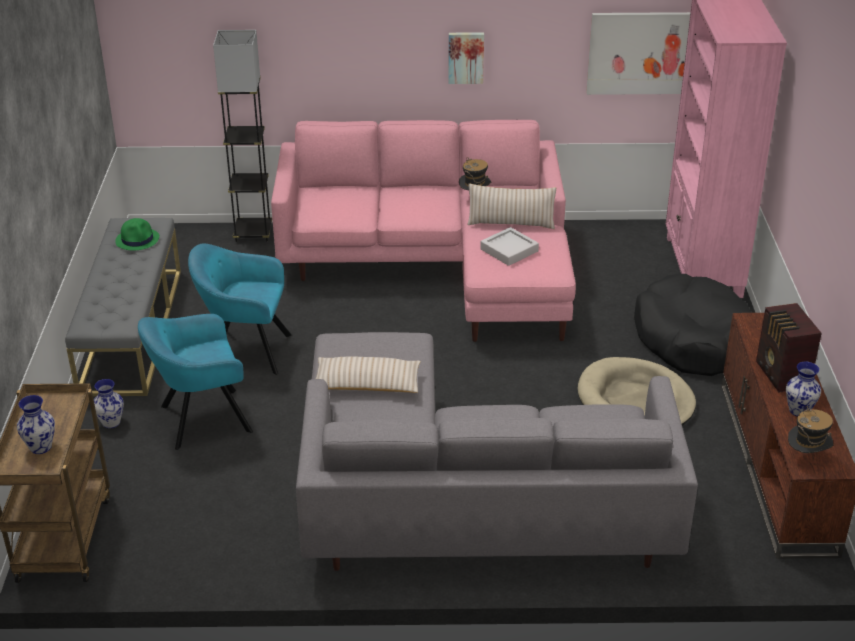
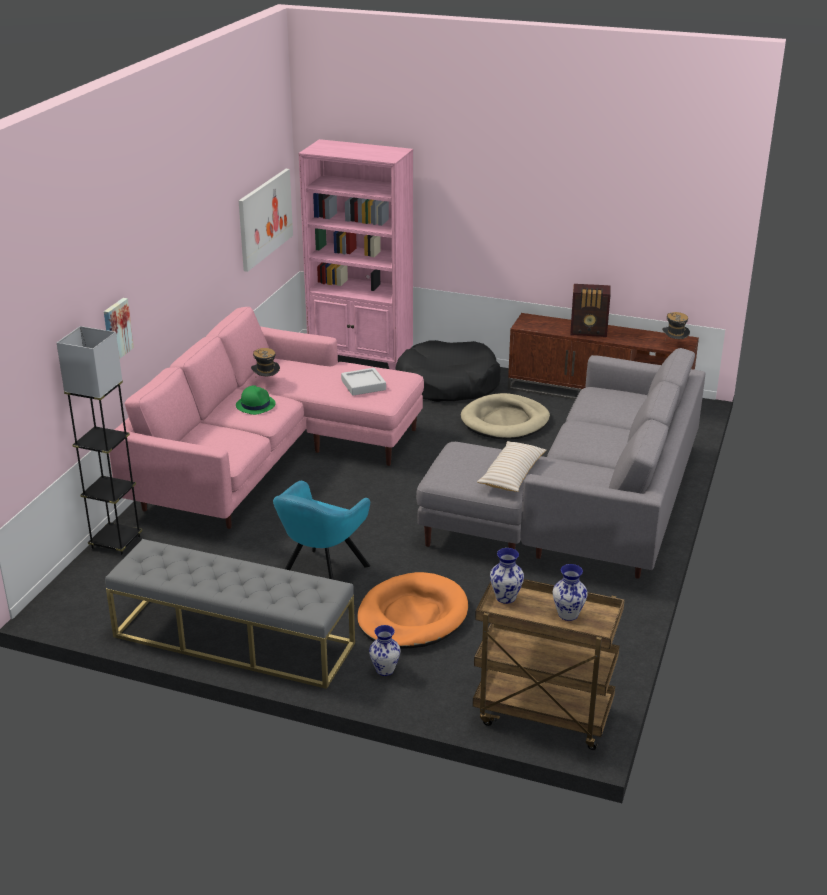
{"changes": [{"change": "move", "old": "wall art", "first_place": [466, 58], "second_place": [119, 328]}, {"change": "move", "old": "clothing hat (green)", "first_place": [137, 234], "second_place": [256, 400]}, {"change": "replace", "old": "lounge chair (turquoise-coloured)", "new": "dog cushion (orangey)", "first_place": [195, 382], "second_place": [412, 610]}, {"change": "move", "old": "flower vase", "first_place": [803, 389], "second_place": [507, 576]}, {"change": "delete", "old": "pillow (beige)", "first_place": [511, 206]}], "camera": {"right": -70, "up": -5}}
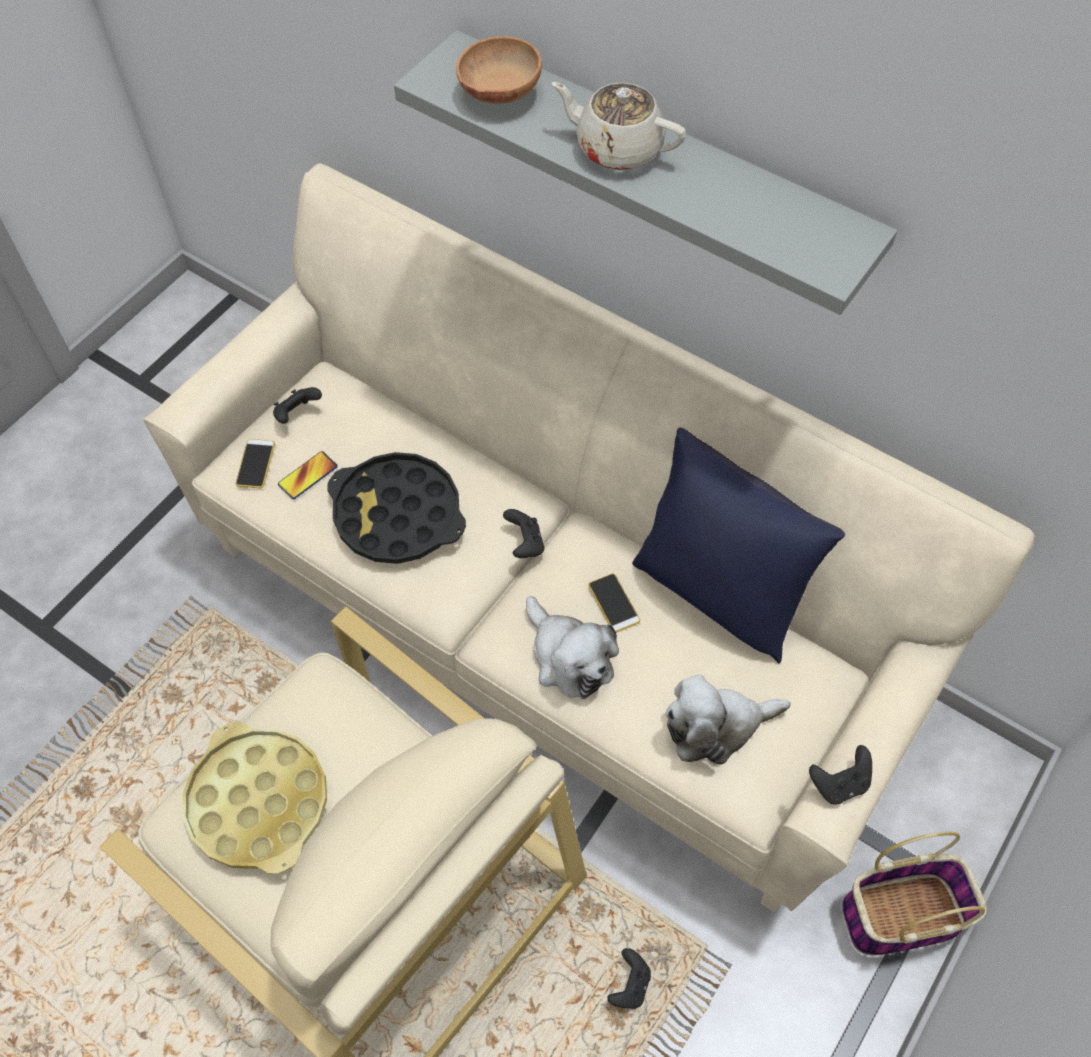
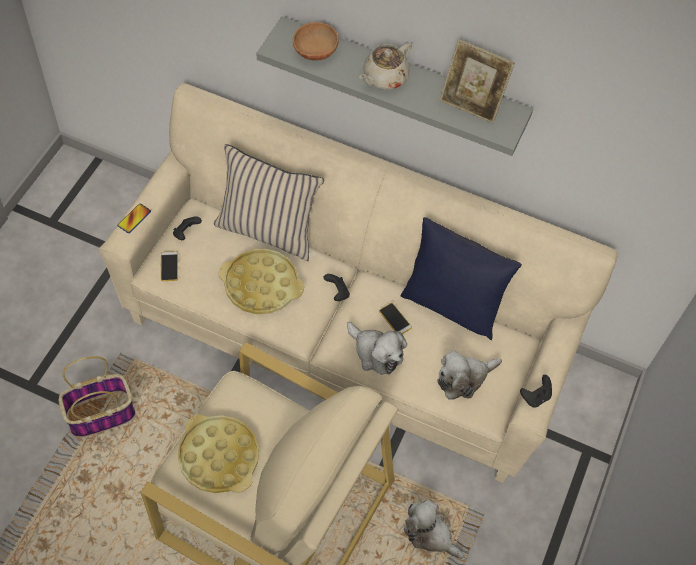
{"changes": [{"change": "move", "old": "household basket", "first_place": [914, 893], "second_place": [97, 396]}, {"change": "move", "old": "handset", "first_place": [308, 475], "second_place": [134, 218]}, {"change": "insert", "new": "pillow (beige)", "second_place": [269, 202]}, {"change": "recolor", "old": "tray (blackish)", "new": "tray (yellowish)", "first_place": [396, 508], "second_place": [261, 281]}, {"change": "rotate", "old": "teapot (beige)", "first_place": [619, 126], "second_place": [385, 66], "degrees": -60}, {"change": "replace", "old": "game controller (blackish)", "new": "soft toy", "first_place": [629, 978], "second_place": [434, 529]}, {"change": "insert", "new": "photo frame", "second_place": [477, 81]}], "camera": {"right": -15, "up": 0}}
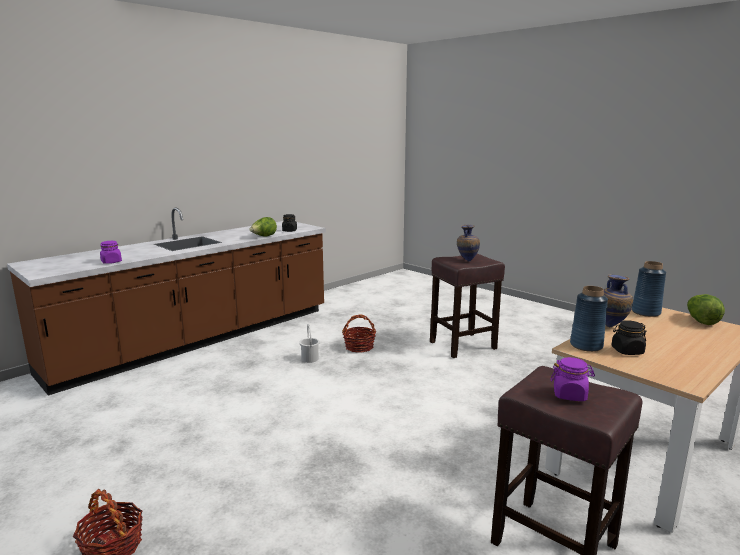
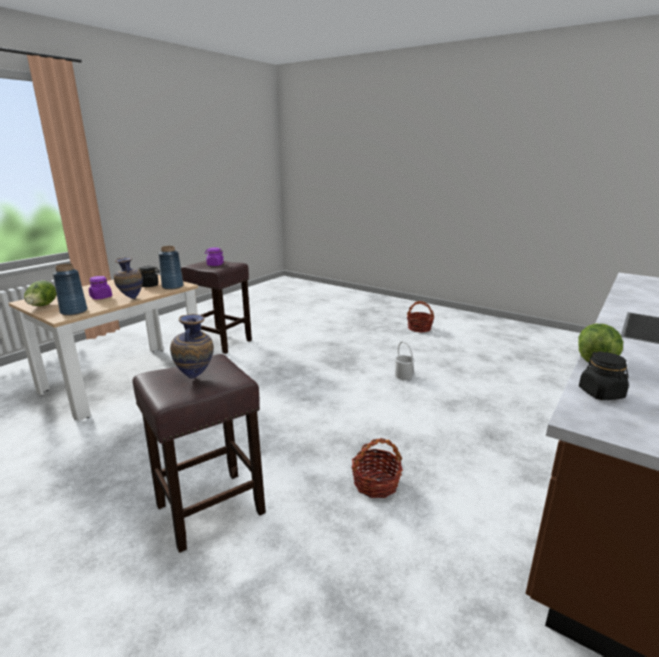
{"changes": [{"change": "move", "old": "jar (purplish)", "first_place": [111, 252], "second_place": [100, 287]}, {"change": "move", "old": "bucket (whitish)", "first_place": [309, 343], "second_place": [404, 360]}], "camera": {"right": 170, "up": 5}}
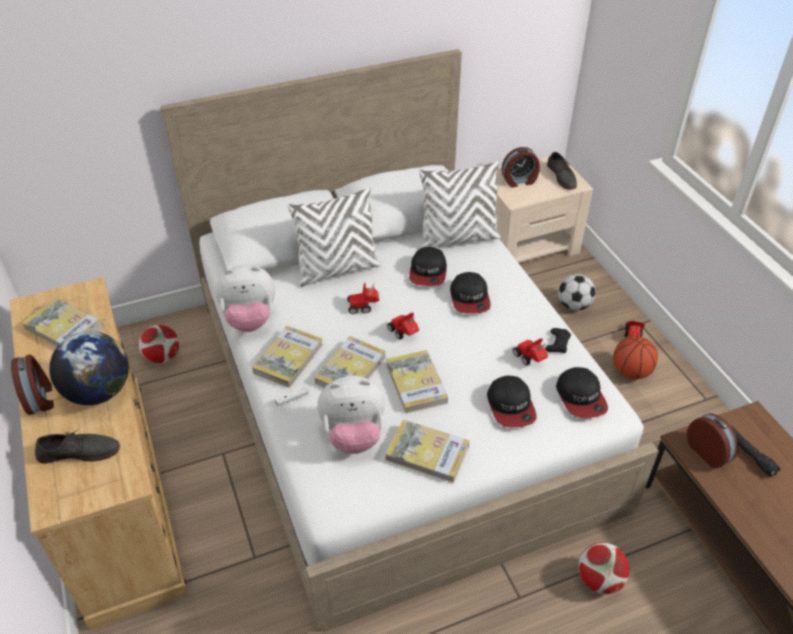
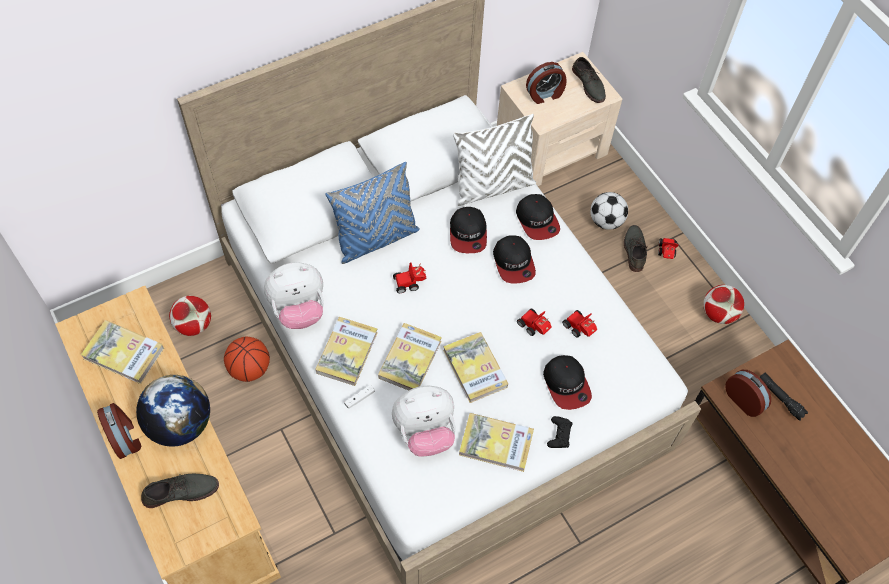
{"changes": [{"change": "move", "old": "basketball", "first_place": [635, 357], "second_place": [247, 359]}, {"change": "recolor", "old": "pillow (whitish)", "new": "pillow (blue-coloured)", "first_place": [334, 237], "second_place": [372, 213]}, {"change": "move", "old": "cap", "first_place": [582, 392], "second_place": [538, 217]}, {"change": "move", "old": "toy car", "first_place": [403, 326], "second_place": [534, 322]}, {"change": "move", "old": "game controller (blackish)", "first_place": [558, 340], "second_place": [559, 432]}, {"change": "insert", "new": "low shoe (gray)", "second_place": [635, 248]}, {"change": "move", "old": "ball for football", "first_place": [604, 568], "second_place": [723, 304]}], "camera": {"right": -10, "up": 15}}
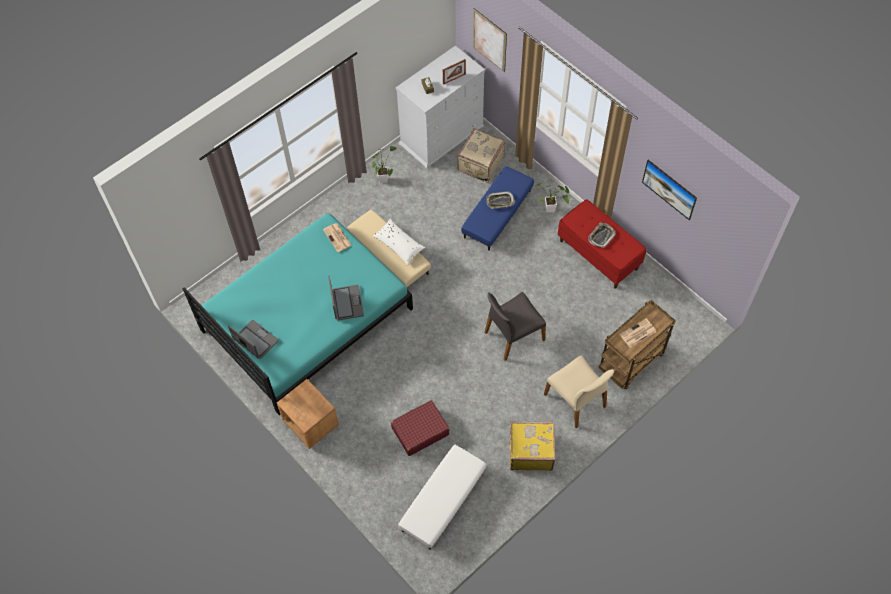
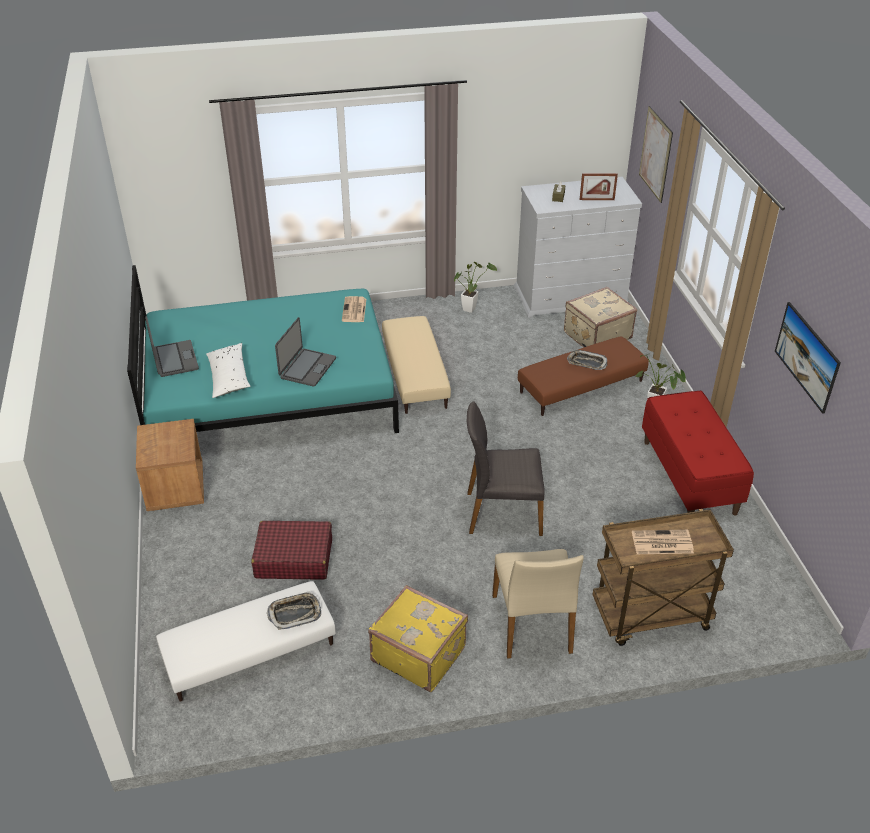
{"changes": [{"change": "move", "old": "pillow (whitish)", "first_place": [399, 242], "second_place": [228, 370]}, {"change": "move", "old": "tray", "first_place": [602, 235], "second_place": [294, 610]}, {"change": "recolor", "old": "footrest (blue-coloured)", "new": "footrest (brown-coloured)", "first_place": [497, 208], "second_place": [583, 376]}], "camera": {"right": 30, "up": -20}}
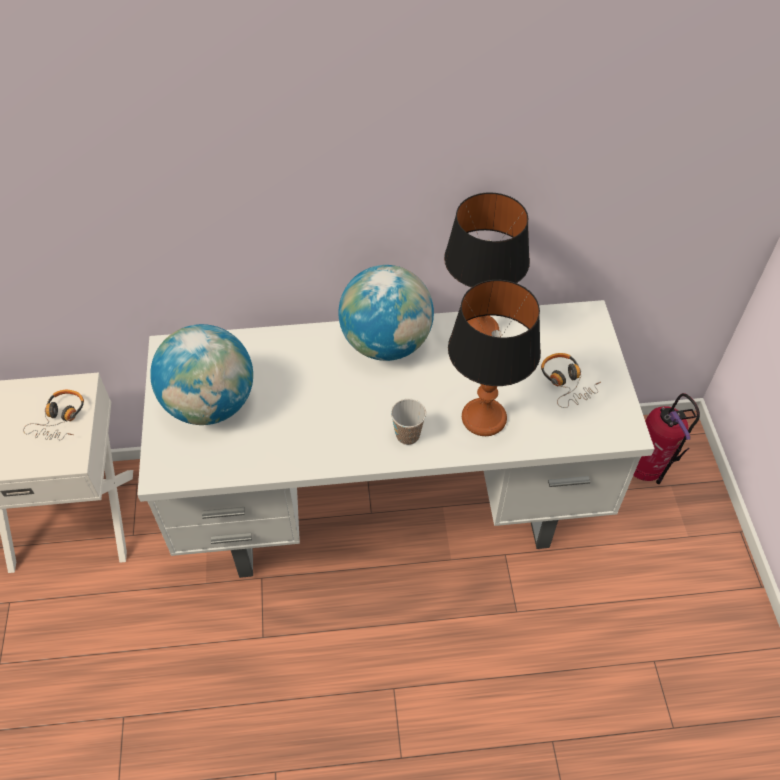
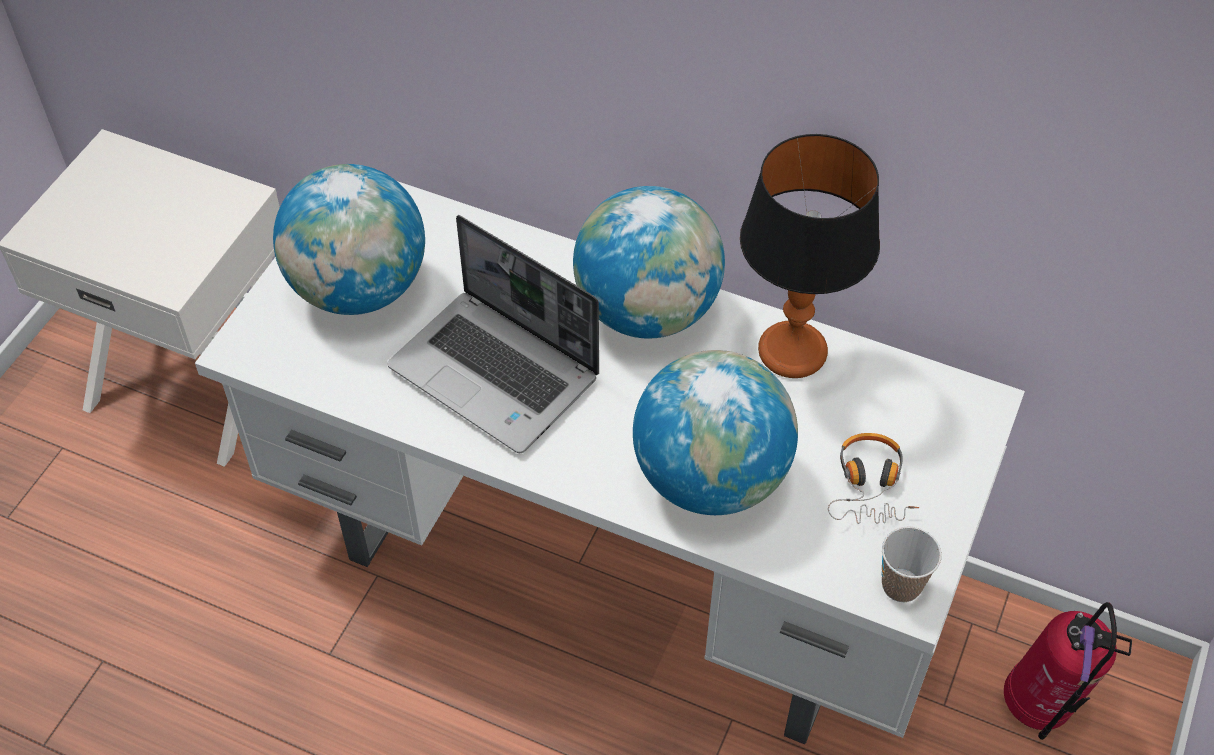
{"changes": [{"change": "insert", "new": "laptop", "second_place": [493, 334]}, {"change": "replace", "old": "tabletop lamp", "new": "world globe", "first_place": [494, 358], "second_place": [715, 432]}, {"change": "move", "old": "drinking cup", "first_place": [408, 422], "second_place": [911, 564]}, {"change": "delete", "old": "headphones", "first_place": [53, 415]}], "camera": {"right": 30, "up": 0}}
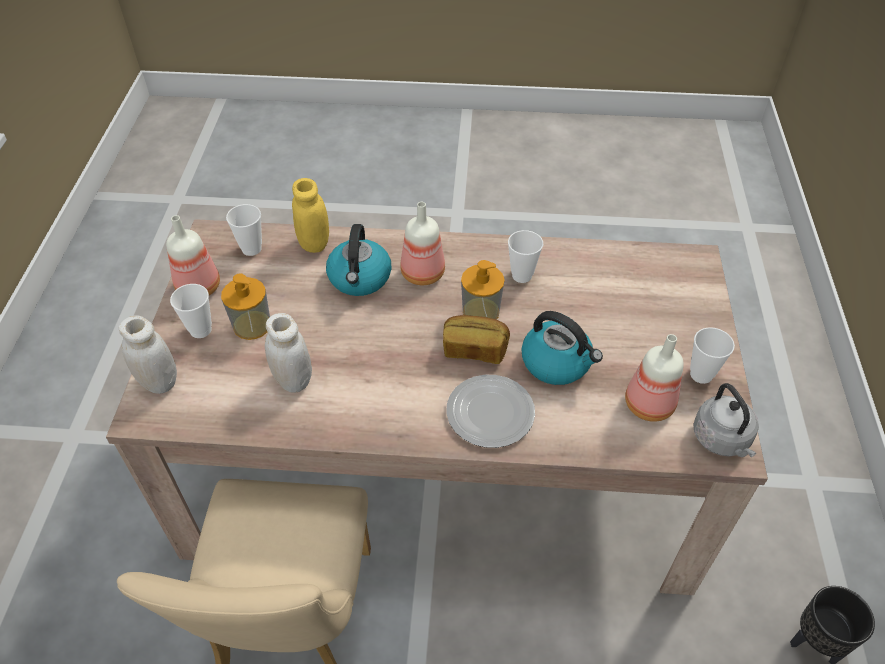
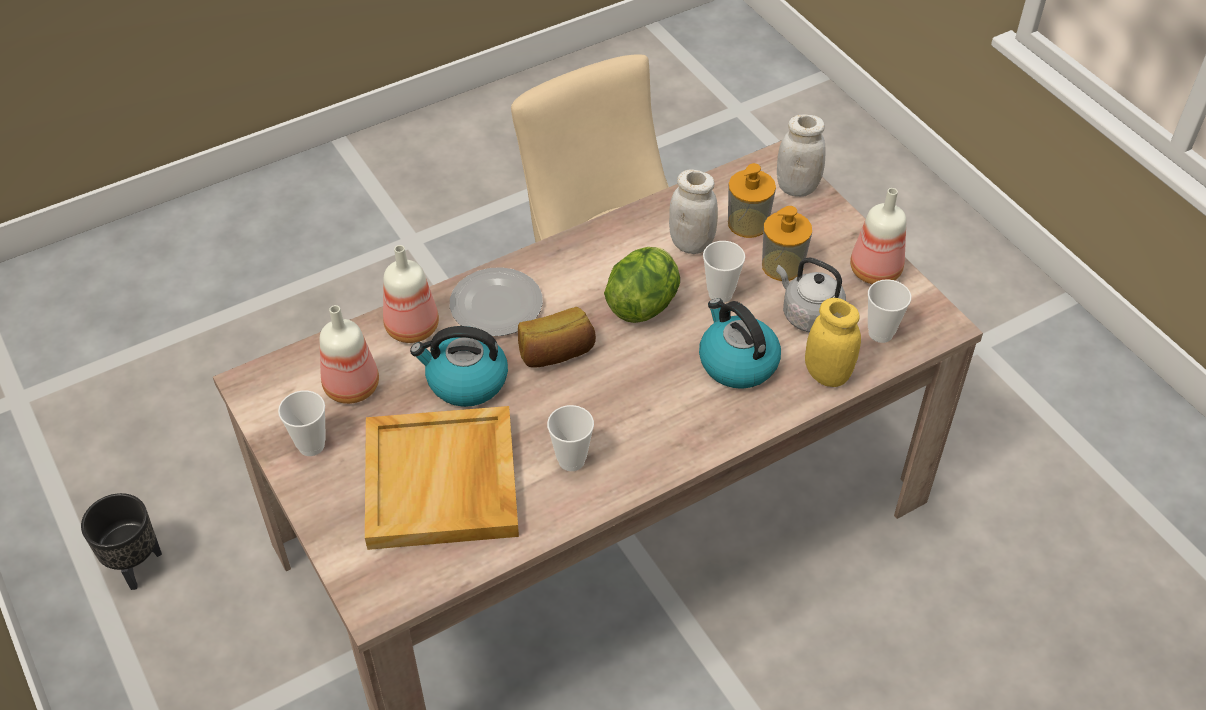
{"changes": [{"change": "insert", "new": "tray (beige)", "second_place": [442, 478]}, {"change": "move", "old": "bottle", "first_place": [422, 243], "second_place": [411, 294]}, {"change": "insert", "new": "head of lettuce", "second_place": [642, 285]}, {"change": "move", "old": "drinking cup", "first_place": [191, 311], "second_place": [724, 272]}, {"change": "move", "old": "soap bottle", "first_place": [483, 290], "second_place": [752, 200]}, {"change": "move", "old": "water kettle (gray)", "first_place": [726, 420], "second_place": [811, 294]}], "camera": {"right": 145, "up": 0}}
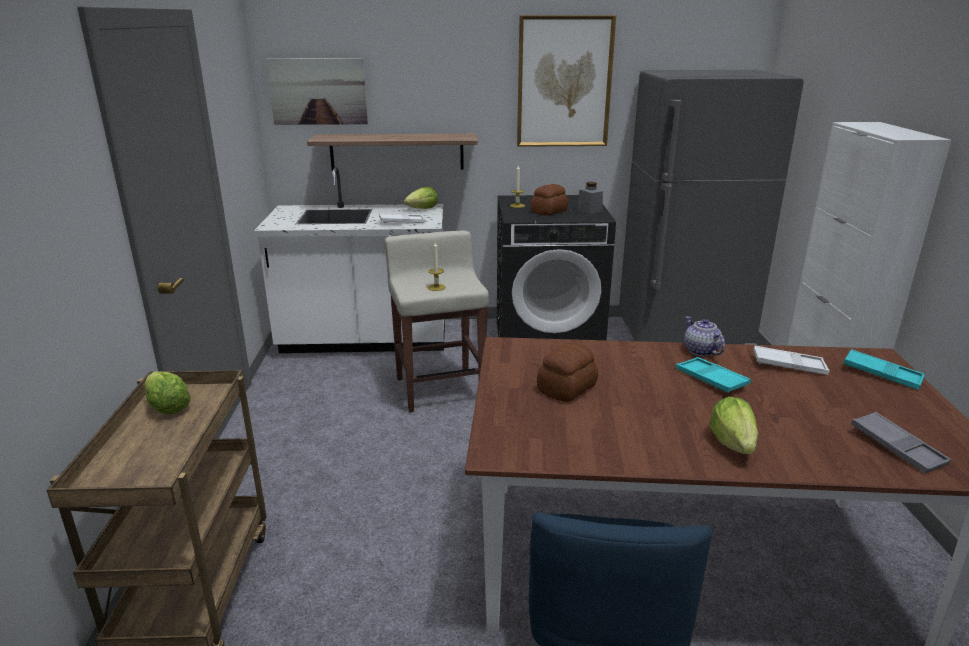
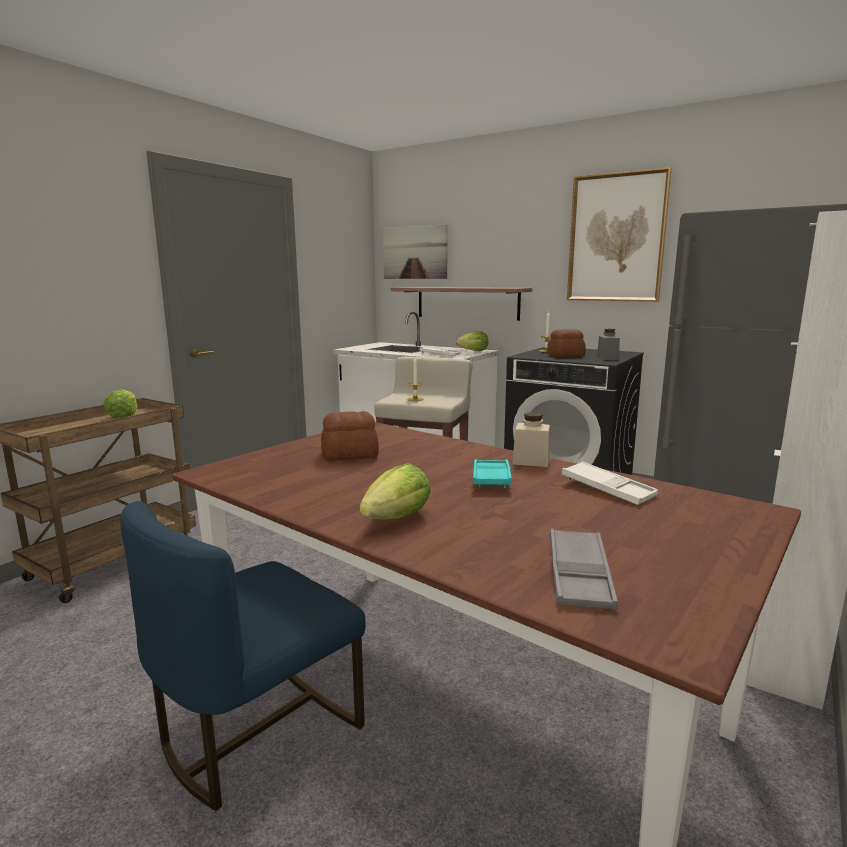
{"changes": [{"change": "replace", "old": "teapot", "new": "jar (beige)", "first_place": [704, 336], "second_place": [531, 439]}, {"change": "delete", "old": "tray (turquoise-coloured)", "first_place": [884, 369]}], "camera": {"right": 35, "up": -10}}
